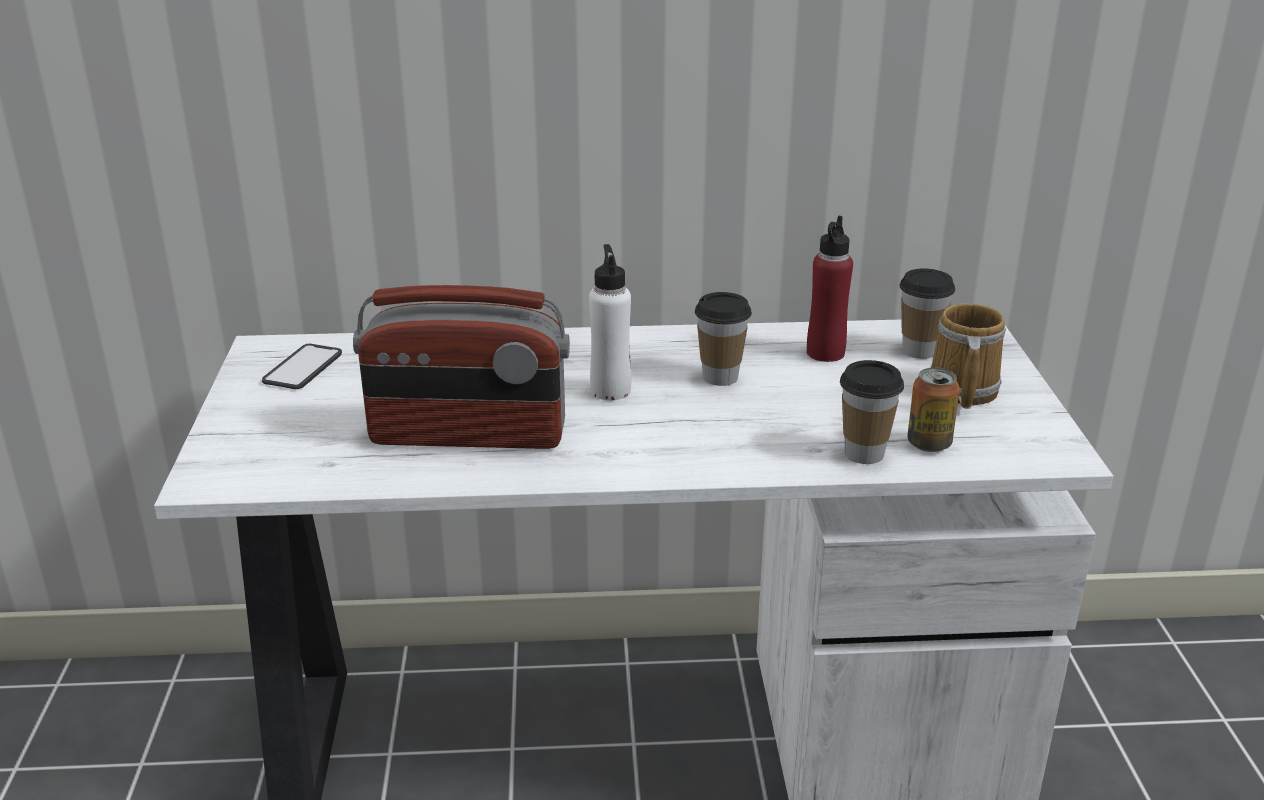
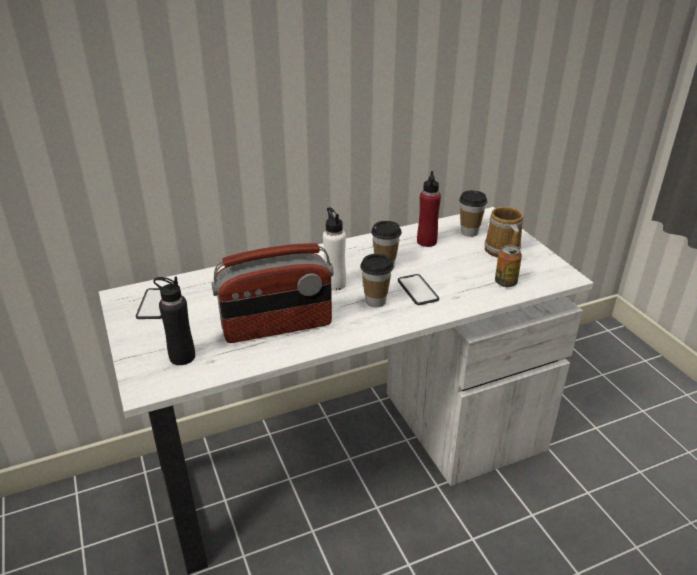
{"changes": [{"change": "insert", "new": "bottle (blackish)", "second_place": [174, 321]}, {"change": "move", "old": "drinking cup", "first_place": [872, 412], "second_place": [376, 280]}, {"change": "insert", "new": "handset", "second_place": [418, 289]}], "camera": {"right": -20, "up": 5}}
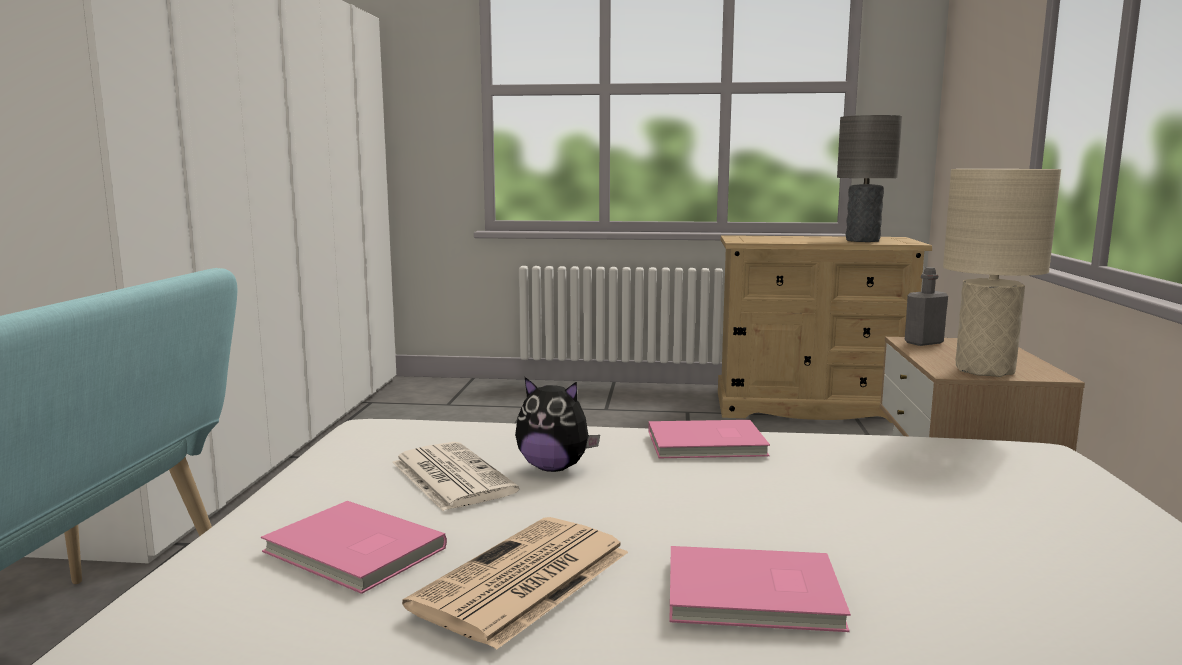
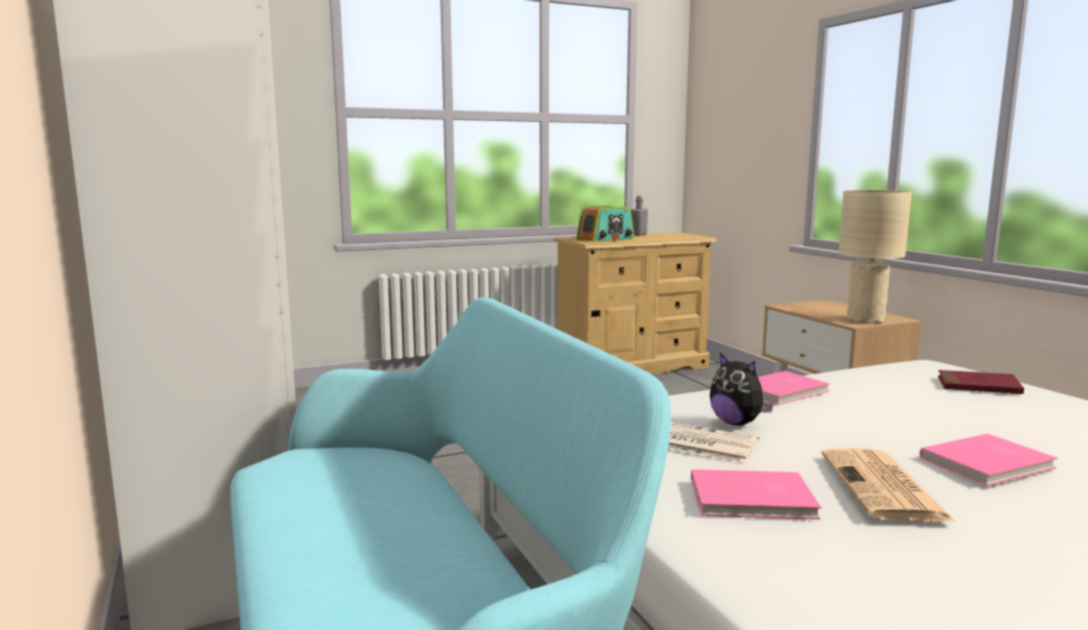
{"changes": [{"change": "insert", "new": "radio", "second_place": [605, 223]}, {"change": "move", "old": "bottle (gray)", "first_place": [926, 306], "second_place": [639, 216]}, {"change": "rotate", "old": "soft toy", "first_place": [557, 424], "second_place": [741, 389], "degrees": 60}, {"change": "insert", "new": "bound book (red)", "second_place": [981, 382]}, {"change": "delete", "old": "tabletop lamp (gray)", "first_place": [869, 178]}], "camera": {"right": -30, "up": 0}}
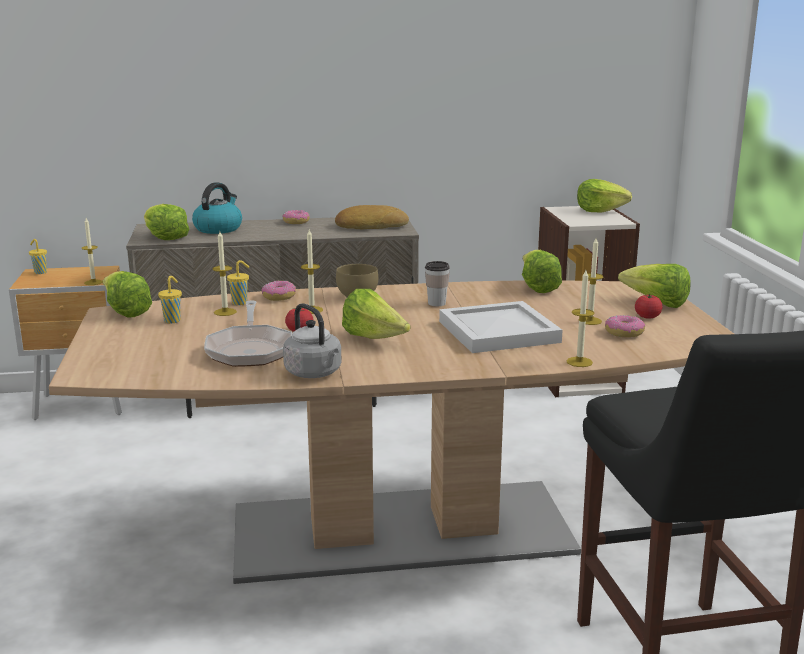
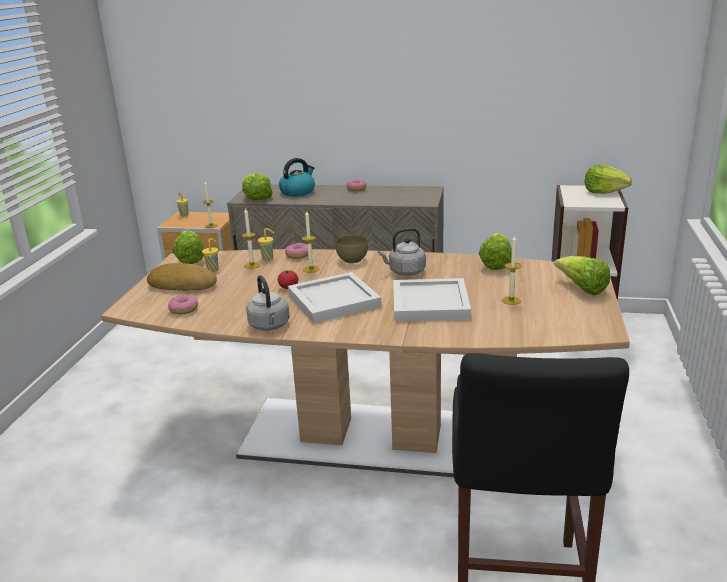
{"changes": [{"change": "move", "old": "baked bread", "first_place": [372, 217], "second_place": [182, 277]}, {"change": "move", "old": "donut", "first_place": [625, 326], "second_place": [183, 304]}, {"change": "replace", "old": "head of lettuce", "new": "tray (whitish)", "first_place": [376, 314], "second_place": [334, 297]}, {"change": "replace", "old": "drinking cup", "new": "water kettle (gray)", "first_place": [437, 283], "second_place": [402, 252]}, {"change": "delete", "old": "skillet", "first_place": [248, 334]}, {"change": "delete", "old": "candle", "first_place": [580, 318]}, {"change": "delete", "old": "whole tomato", "first_place": [649, 306]}], "camera": {"right": 20, "up": 5}}
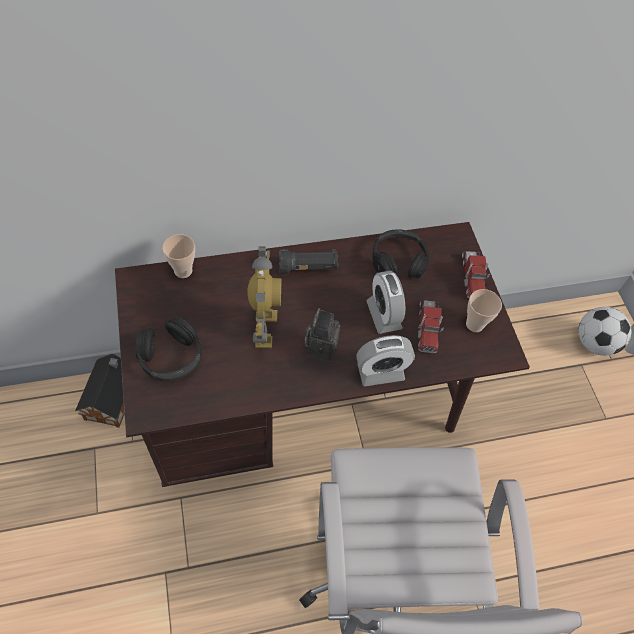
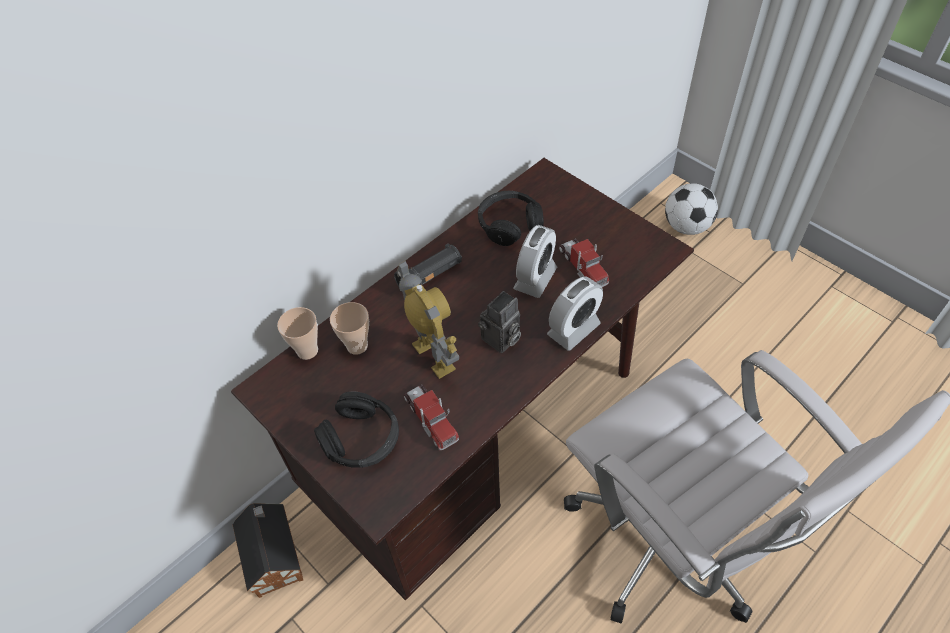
{"changes": [{"change": "move", "old": "drinking cup", "first_place": [484, 310], "second_place": [349, 328]}, {"change": "move", "old": "model truck", "first_place": [476, 274], "second_place": [431, 417]}, {"change": "rotate", "old": "still camera", "first_place": [322, 335], "second_place": [499, 322], "degrees": -120}, {"change": "rotate", "old": "alarm clock", "first_place": [385, 302], "second_place": [535, 261], "degrees": -105}], "camera": {"right": -25, "up": -5}}
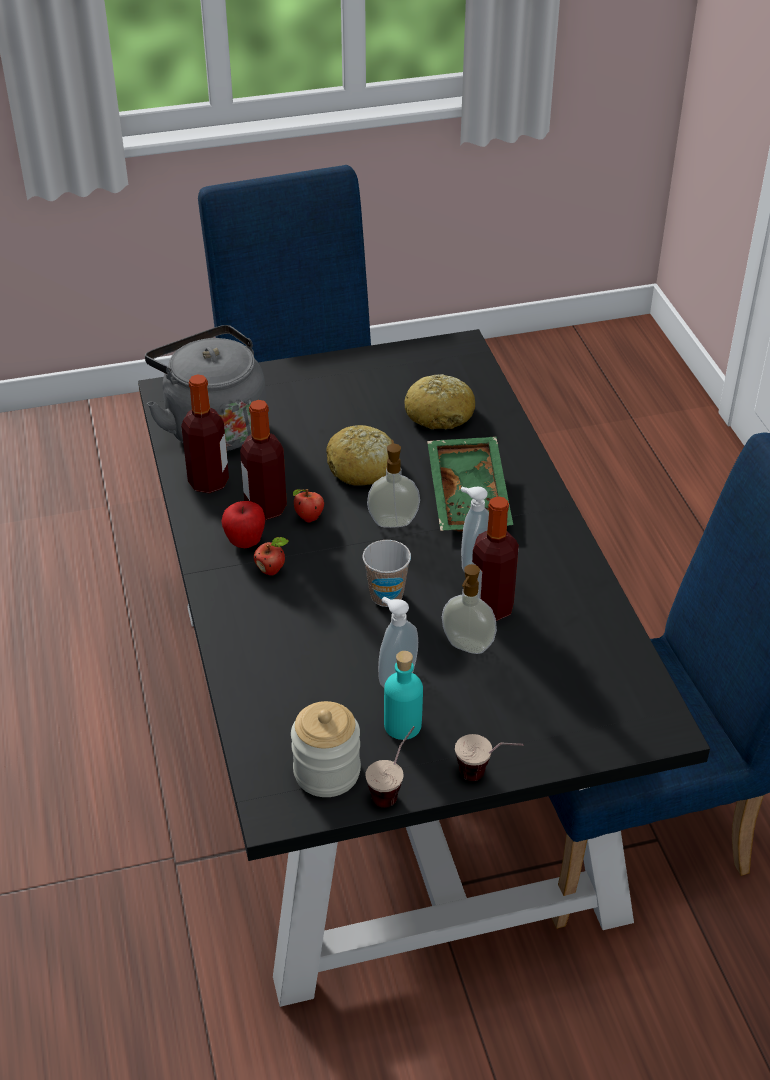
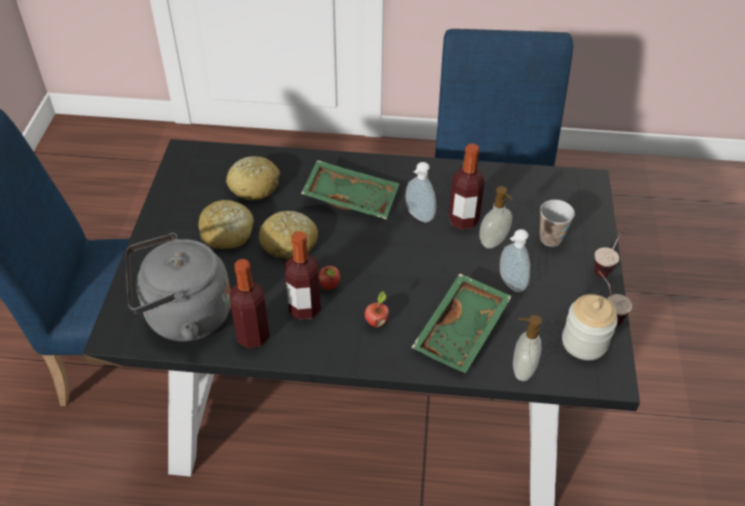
{"changes": [{"change": "insert", "new": "baked bread", "second_place": [226, 224]}, {"change": "insert", "new": "tray (green)", "second_place": [461, 323]}, {"change": "move", "old": "soap bottle", "first_place": [393, 484], "second_place": [527, 348]}, {"change": "move", "old": "drinking cup", "first_place": [387, 573], "second_place": [557, 223]}, {"change": "delete", "old": "apple", "first_place": [243, 524]}, {"change": "delete", "old": "bottle (turquoise-coloured)", "first_place": [403, 695]}], "camera": {"right": -70, "up": 5}}
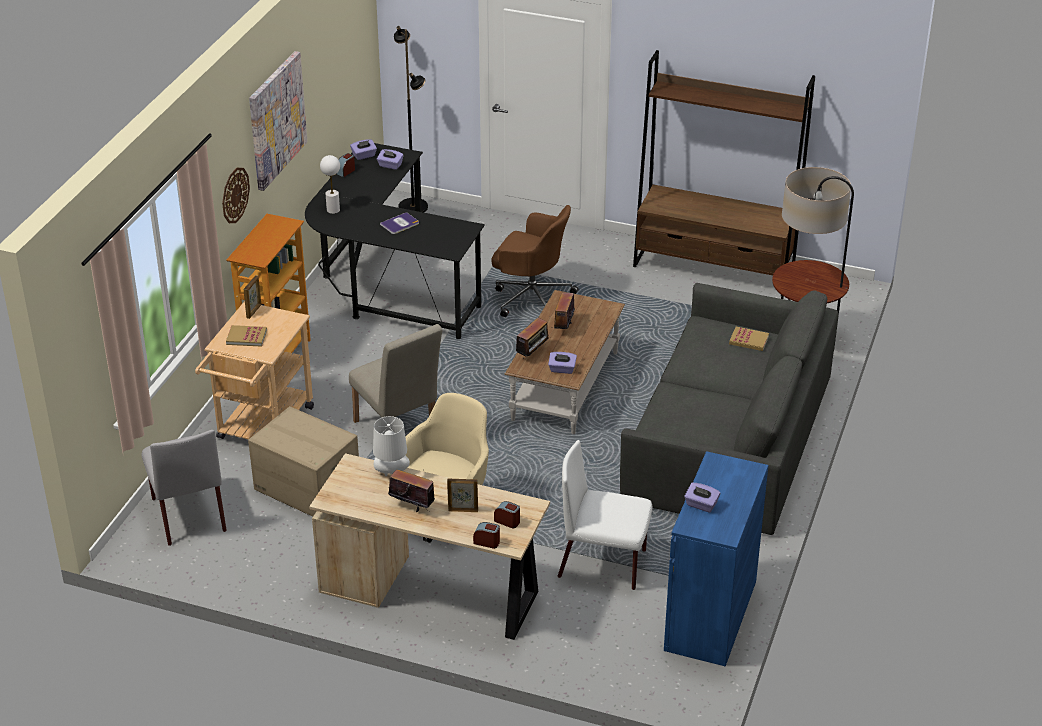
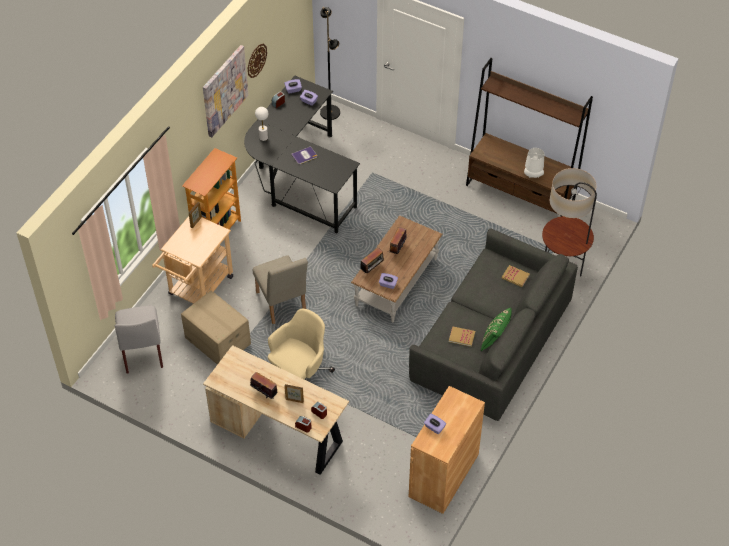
{"changes": [{"change": "move", "old": "clock on the wall", "first_place": [236, 195], "second_place": [257, 61]}, {"change": "recolor", "old": "cupboard (blue-coloured)", "new": "cupboard (brown-coloured)", "first_place": [716, 558], "second_place": [447, 450]}, {"change": "move", "old": "bound book", "first_place": [246, 336], "second_place": [462, 336]}, {"change": "insert", "new": "pillow (green)", "second_place": [496, 329]}, {"change": "move", "old": "tabletop lamp (whitish)", "first_place": [391, 446], "second_place": [534, 163]}, {"change": "delete", "old": "office chair (brown-coloured)", "first_place": [534, 261]}, {"change": "delete", "old": "plain chair (whitish)", "first_place": [605, 515]}], "camera": {"right": 10, "up": 15}}
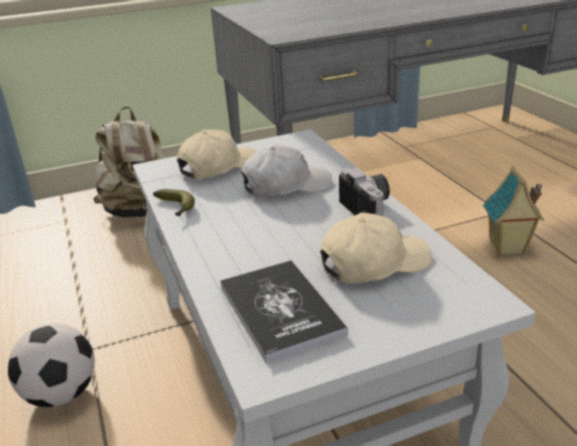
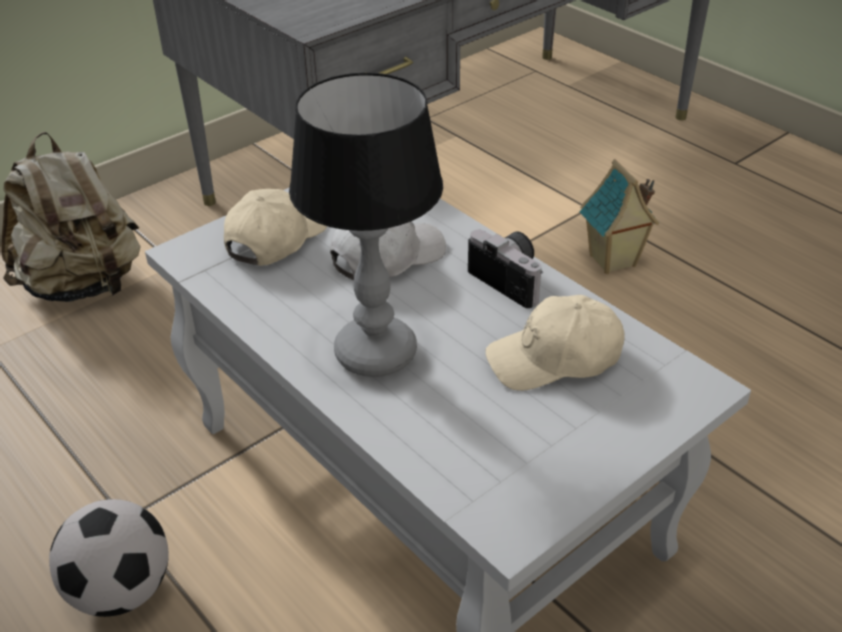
{"changes": [{"change": "insert", "new": "tabletop lamp", "second_place": [366, 225]}, {"change": "rotate", "old": "cap (beige)", "first_place": [375, 247], "second_place": [555, 343], "degrees": -150}, {"change": "delete", "old": "banana fruit", "first_place": [174, 203]}, {"change": "delete", "old": "bound book", "first_place": [284, 311]}], "camera": {"right": -20, "up": 10}}
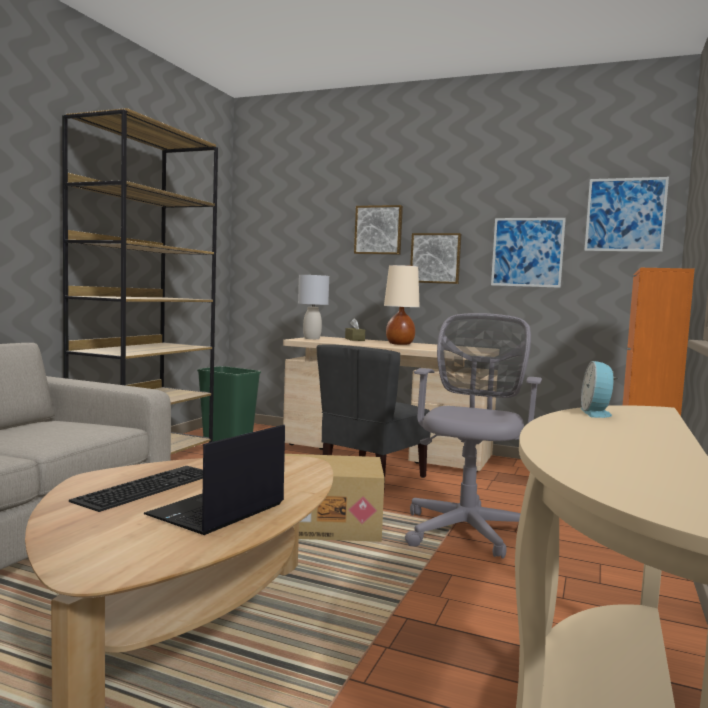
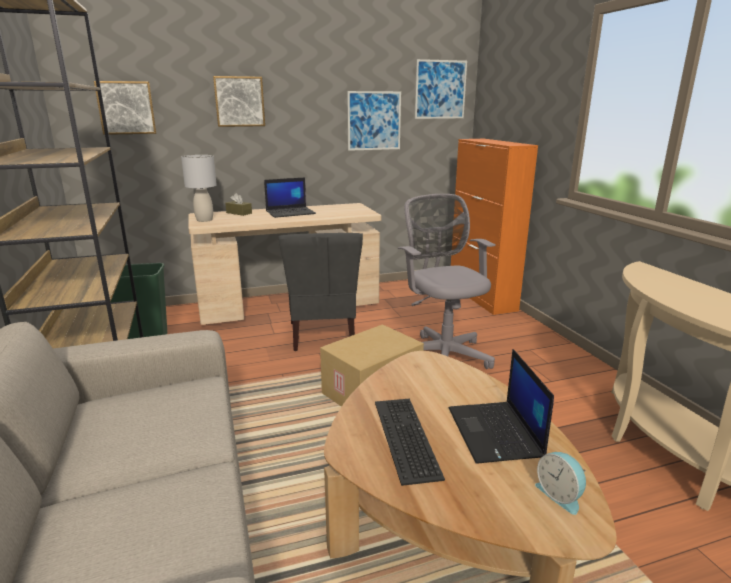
{"changes": [{"change": "move", "old": "wall art", "first_place": [435, 258], "second_place": [125, 108]}, {"change": "replace", "old": "tabletop lamp (beige)", "new": "laptop", "first_place": [402, 305], "second_place": [290, 197]}, {"change": "move", "old": "alarm clock", "first_place": [599, 389], "second_place": [560, 483]}], "camera": {"right": -40, "up": 15}}
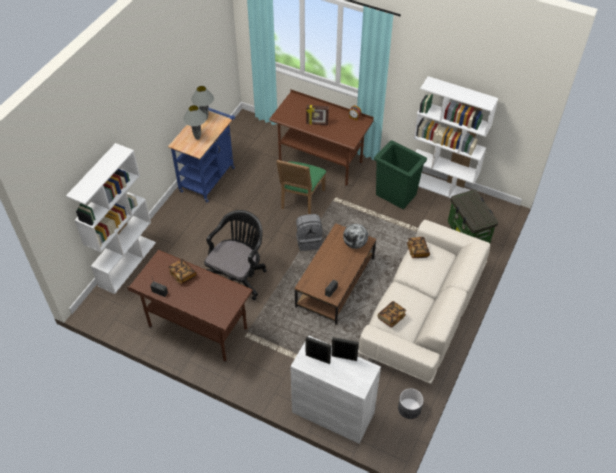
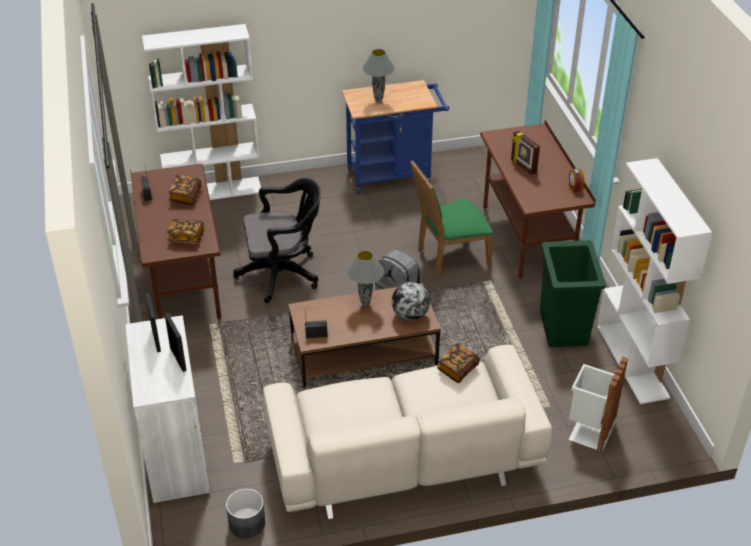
{"changes": [{"change": "move", "old": "bound book", "first_place": [392, 314], "second_place": [185, 231]}, {"change": "move", "old": "tabletop lamp (gray)", "first_place": [202, 103], "second_place": [365, 278]}, {"change": "replace", "old": "storage container", "new": "rubbish bin (whitish)", "first_place": [473, 216], "second_place": [598, 404]}], "camera": {"right": 50, "up": -10}}
